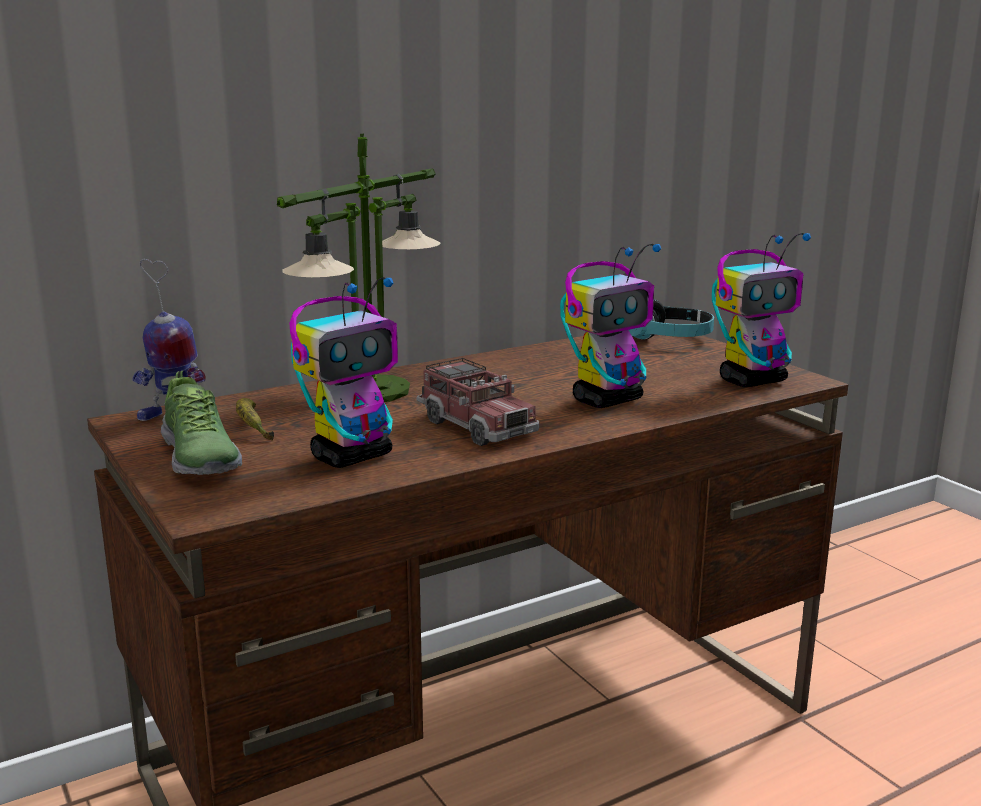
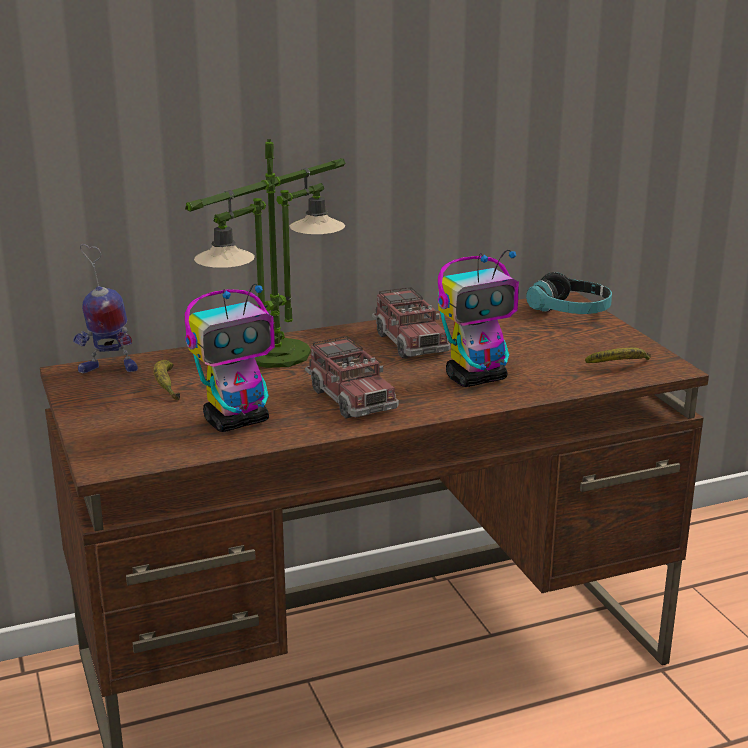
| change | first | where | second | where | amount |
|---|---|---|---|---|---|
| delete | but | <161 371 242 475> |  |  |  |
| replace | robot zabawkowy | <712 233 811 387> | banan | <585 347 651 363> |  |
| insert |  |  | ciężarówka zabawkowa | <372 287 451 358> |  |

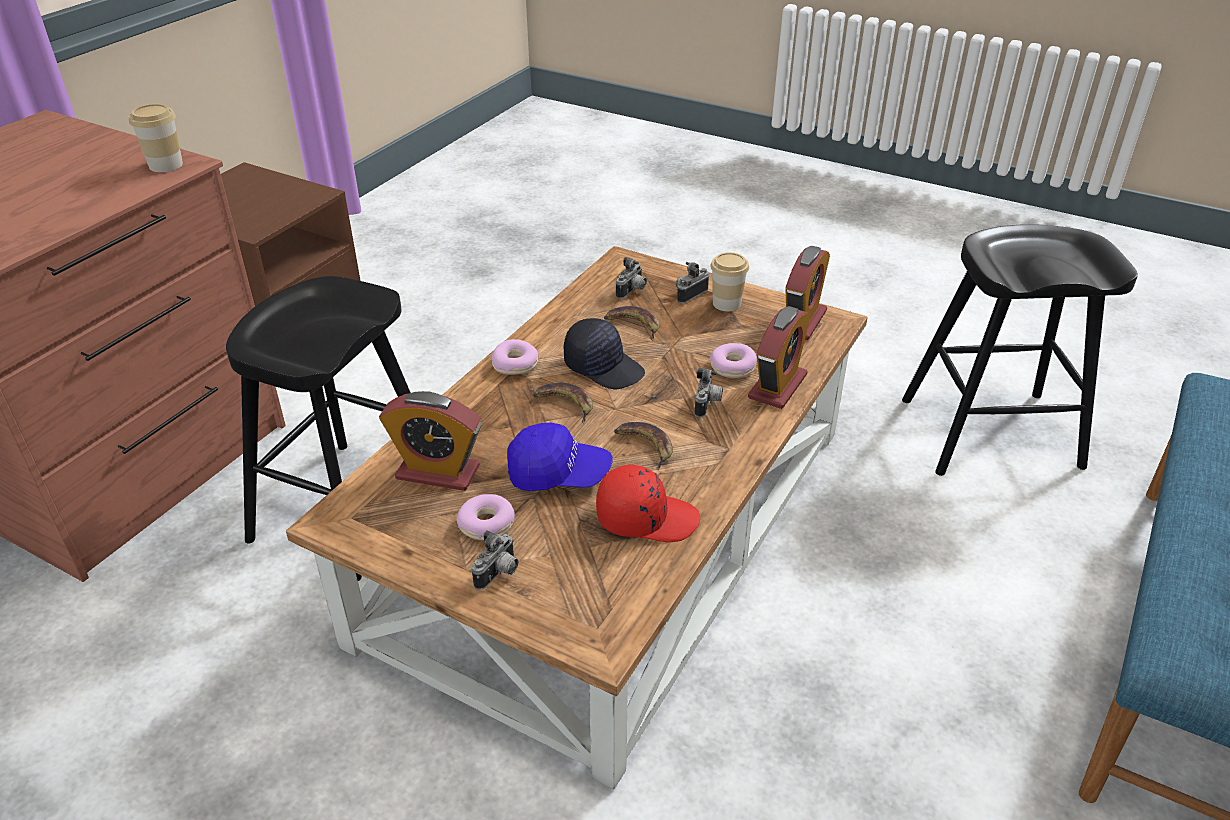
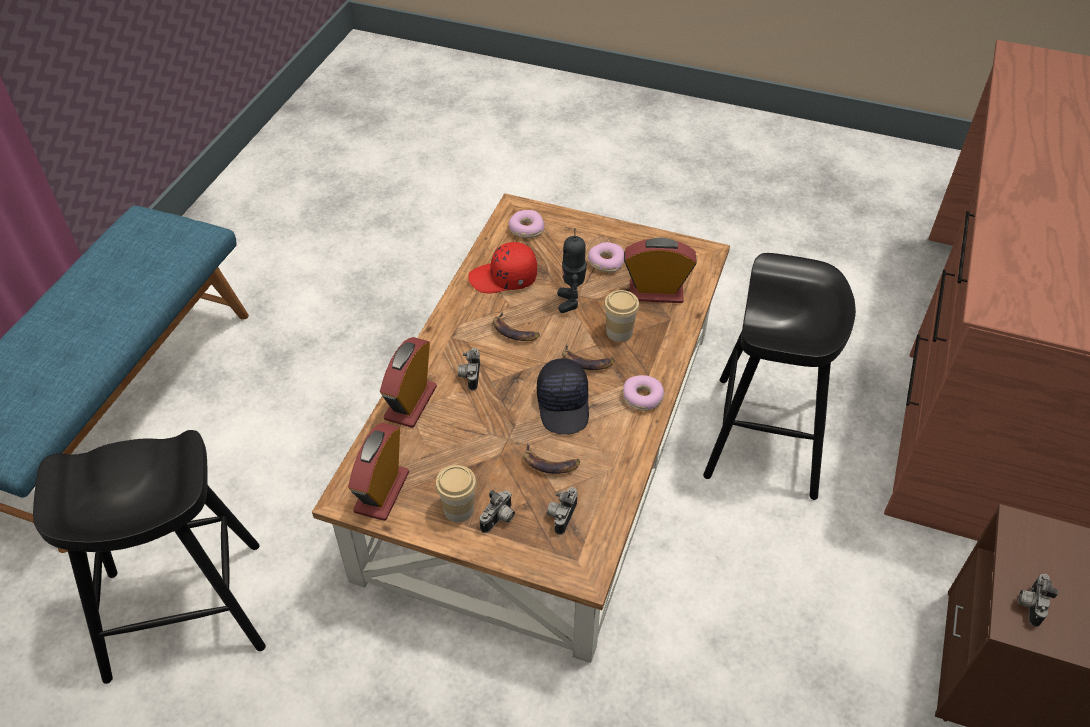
| change | first | where | second | where | amount |
|---|---|---|---|---|---|
| move | filiżanka | <129 104 183 172> |  | <604 290 639 342> |  |
| move | aparat fotograficzny | <472 530 519 590> |  | <1018 574 1059 627> |  |
| replace | czapka z daszkiem/niebieski | <507 423 613 491> | robot zabawkowy | <557 228 587 313> |  |
| rotate | czapka z daszkiem/czarny | <564 318 645 389> |  | <537 359 589 435> | 120 degrees counterclockwise |
| move | donut | <709 343 757 378> |  | <509 210 545 238> |  |

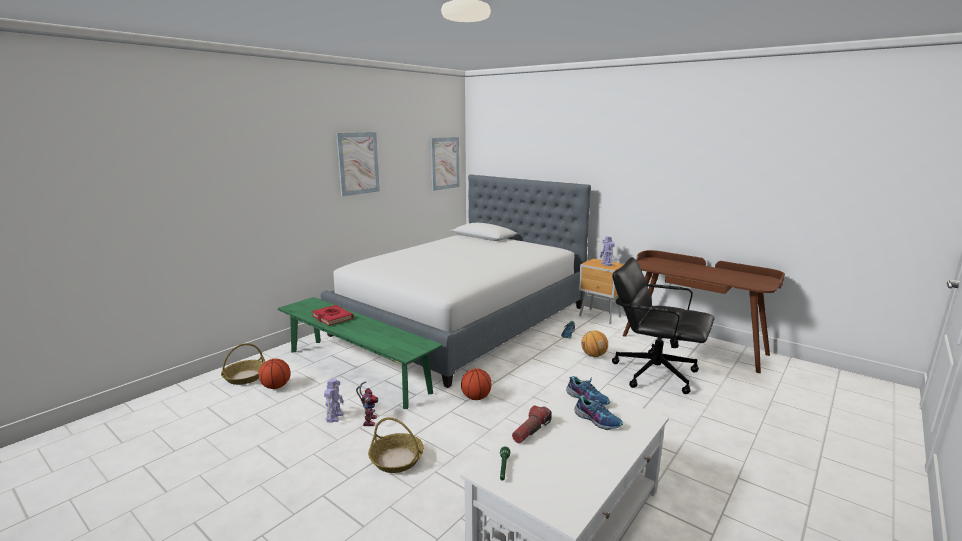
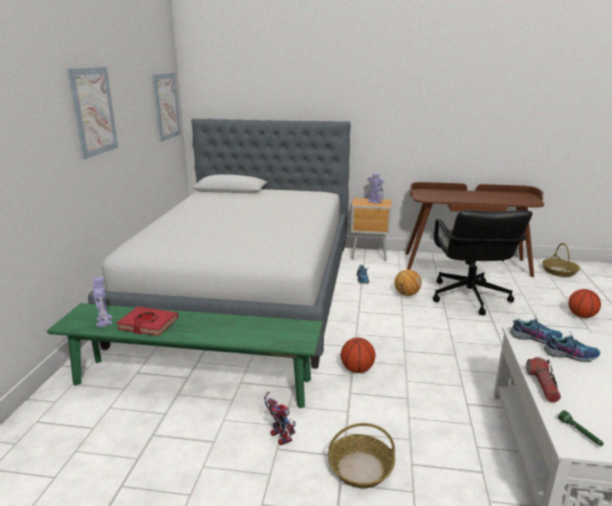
| change | first | where | second | where | amount |
|---|---|---|---|---|---|
| move | koszyk | <221 343 265 385> |  | <542 243 580 277> |  |
| move | piłka do koszykówki | <259 359 291 389> |  | <568 289 601 318> |  |
| move | robot zabawkowy | <324 378 344 423> |  | <93 277 112 327> |  |
| rotate | krzesło biurowe/czarny | <612 257 714 394> |  | <433 210 532 316> | 90 degrees counterclockwise |

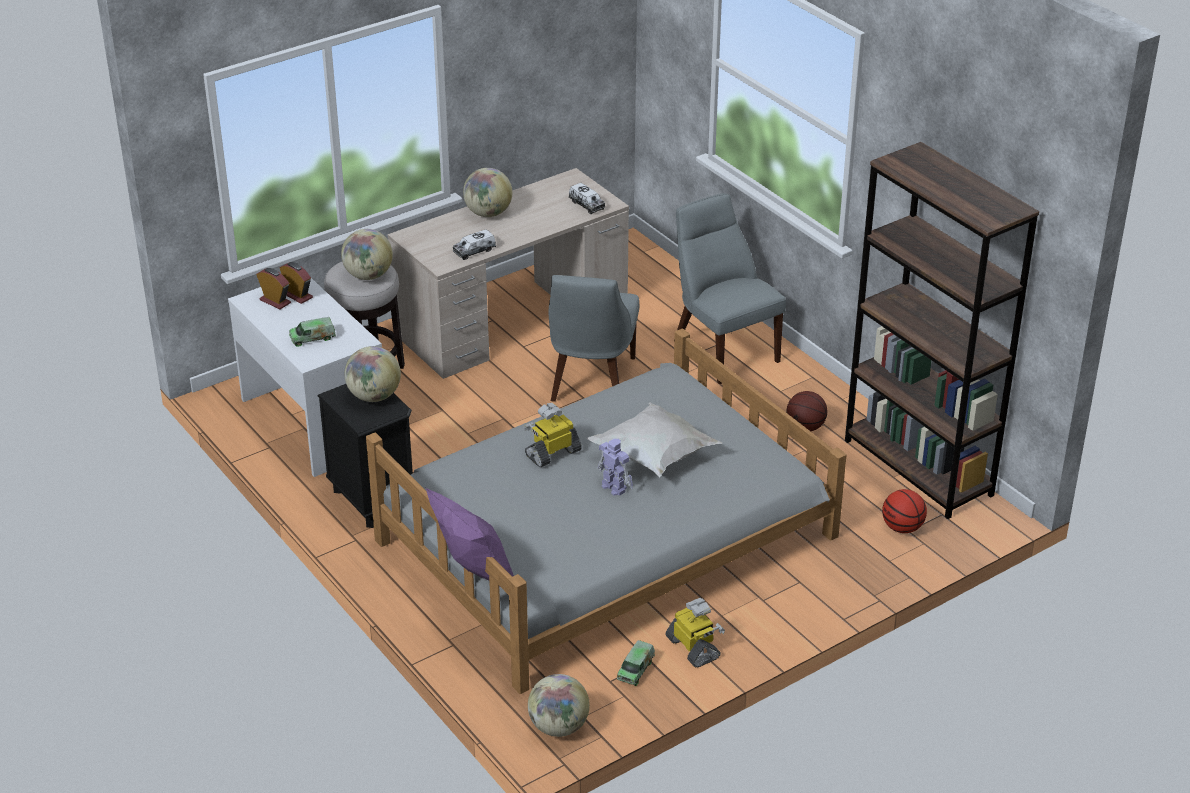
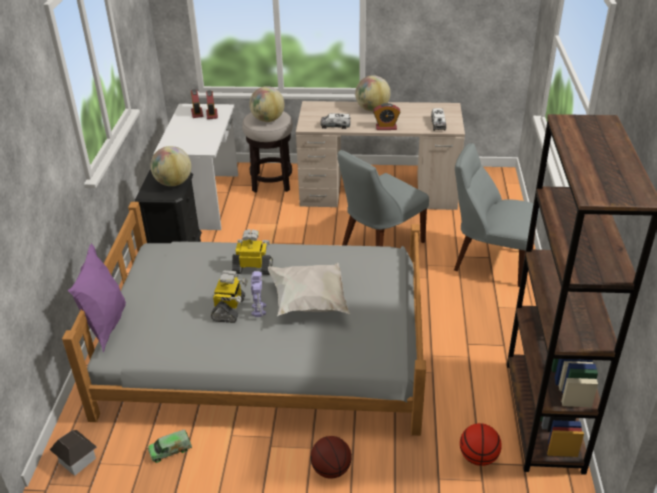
| change | first | where | second | where | amount |
|---|---|---|---|---|---|
| delete | ciężarówka zabawkowa | <289 317 336 347> |  |  |  |
| replace | globus | <528 674 590 737> | domek | <50 430 97 476> |  |
| move | robot zabawkowy | <666 598 725 668> |  | <211 270 248 323> |  |
| rotate | krzesło/szary | <674 193 786 384> |  | <454 143 540 287> | 75 degrees counterclockwise |
| move | piłka do koszykówki | <786 391 827 431> |  | <310 436 352 479> |  |
| insert |  |  | budzik | <373 103 400 130> |  |

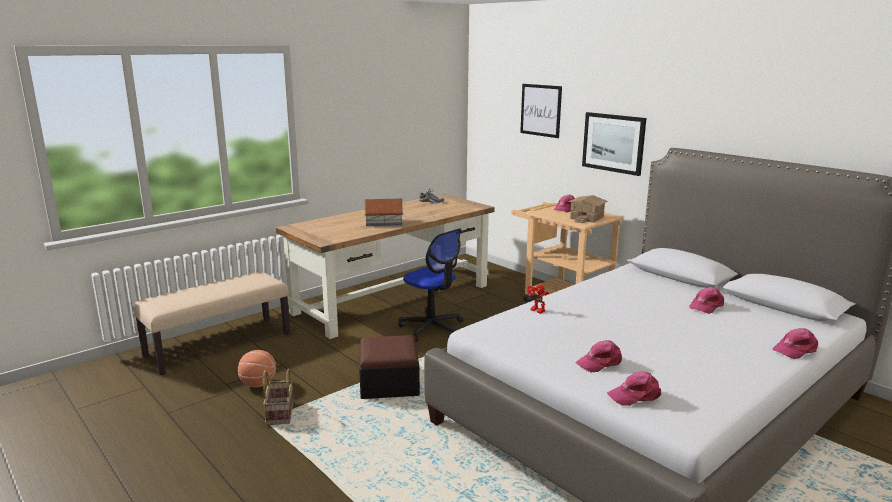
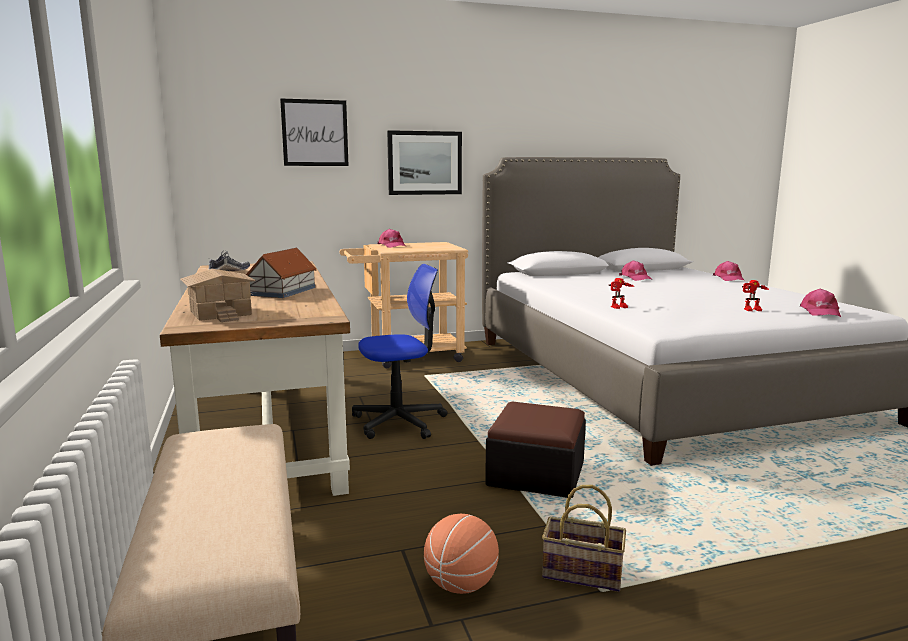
| change | first | where | second | where | amount |
|---|---|---|---|---|---|
| move | domek | <568 195 608 223> |  | <180 269 256 322> |  |
| replace | czapka z daszkiem/różowy | <575 340 622 372> | robot zabawkowy | <742 280 769 311> |  |

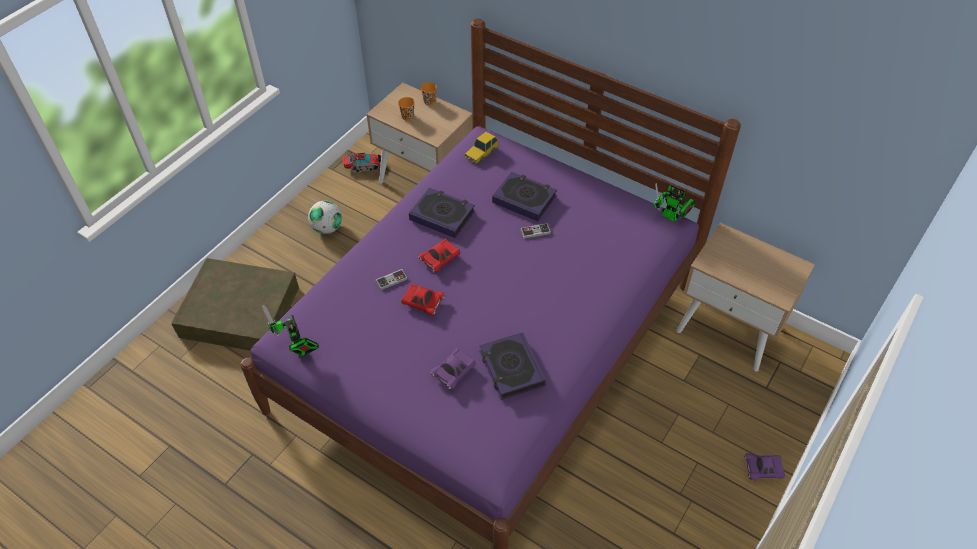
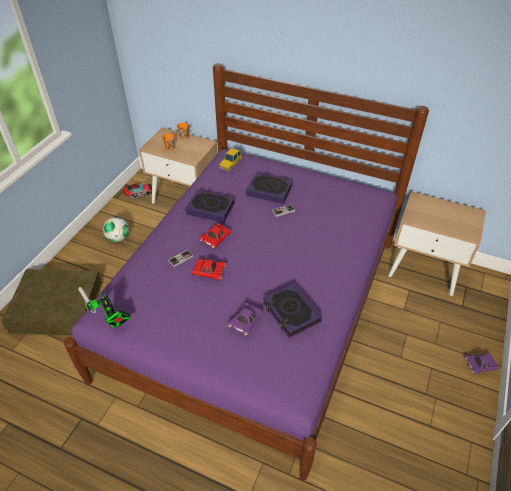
| change | first | where | second | where | amount |
|---|---|---|---|---|---|
| delete | robot zabawkowy | <654 183 695 222> |  |  |  |

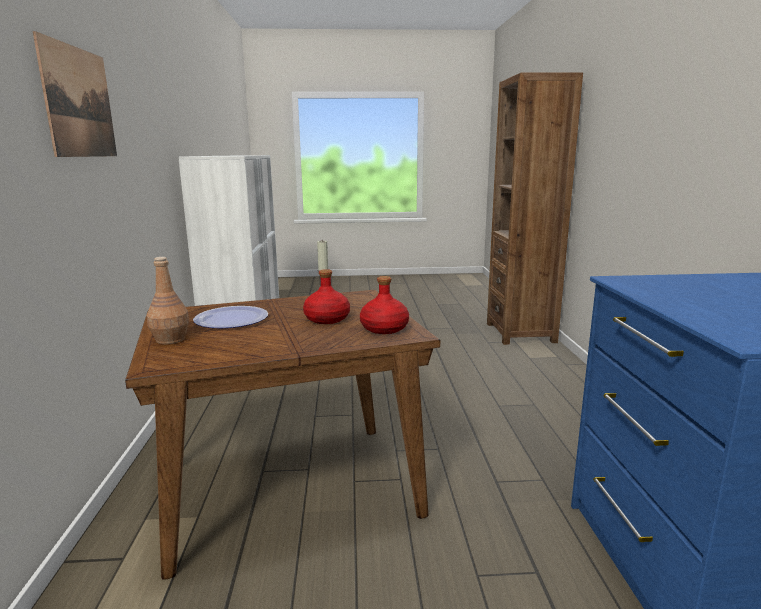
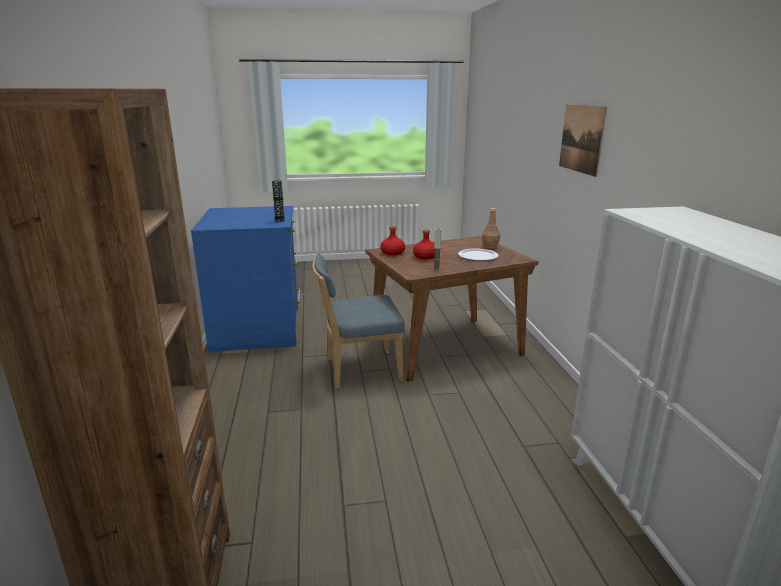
| change | first | where | second | where | amount |
|---|---|---|---|---|---|
| insert |  |  | wazon | <272 180 285 222> |  |
| insert |  |  | krzesło/niebieski | <312 254 405 389> |  |

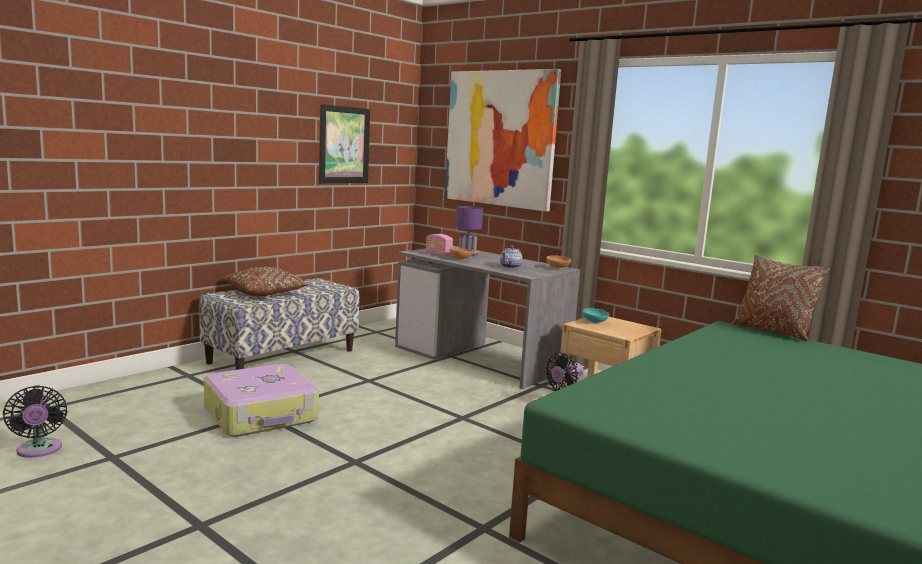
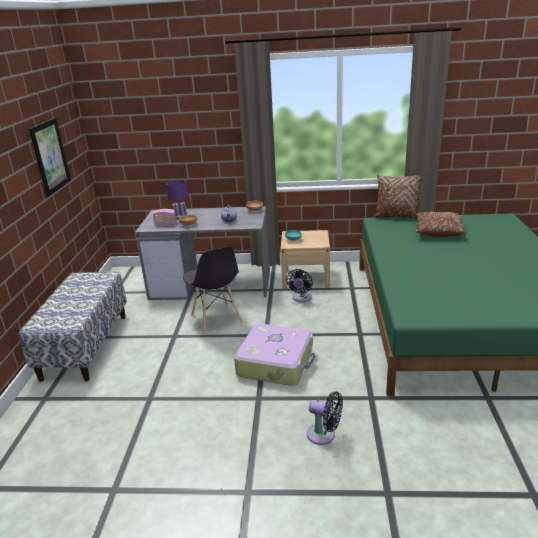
| change | first | where | second | where | amount |
|---|---|---|---|---|---|
| move | wentylator/czarny | <3 385 67 458> |  | <307 392 343 445> |  |
| move | walizka | <204 364 319 437> |  | <234 324 315 386> |  |
| move | poduszka/brązowy | <222 267 309 297> |  | <415 212 467 237> |  |
| delete | obraz | <445 69 561 212> |  |  |  |
| insert |  |  | krzesło/szary | <183 246 243 335> |  |

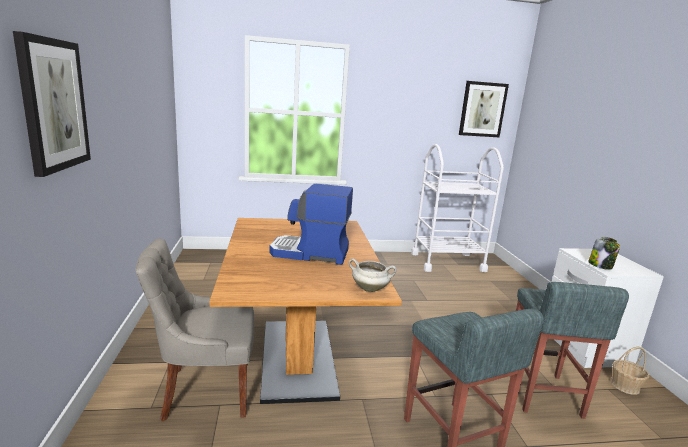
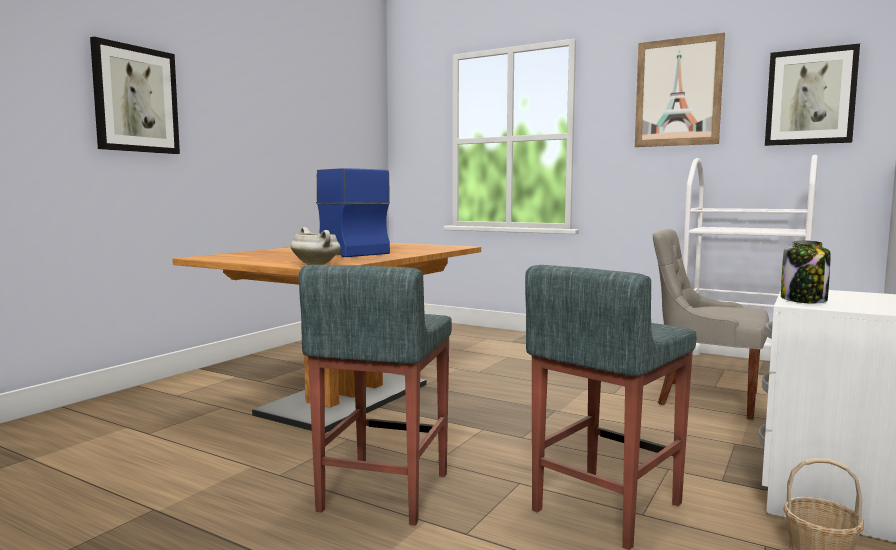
| change | first | where | second | where | amount |
|---|---|---|---|---|---|
| move | krzesło/szary | <135 239 254 421> |  | <653 229 769 420> |  |
| insert |  |  | obraz | <635 32 725 147> |  |

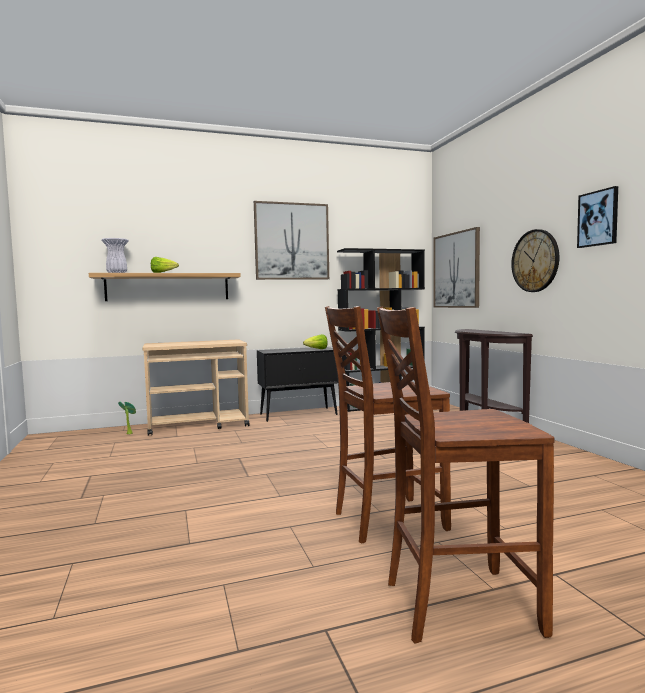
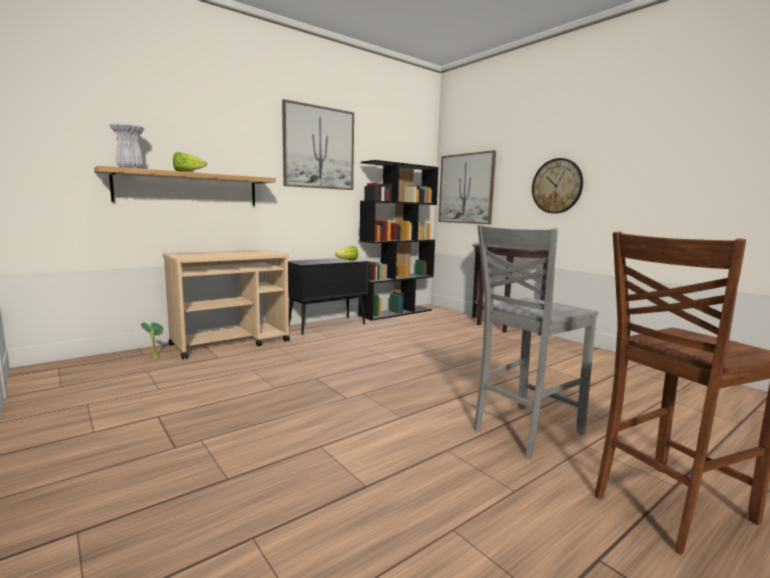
| change | first | where | second | where | amount |
|---|---|---|---|---|---|
| recolor | krzesło/brązowy | <325 306 451 544> | krzesło/szary | <474 225 598 459> |  |
| delete | obraz | <577 186 618 248> |  |  |  |

